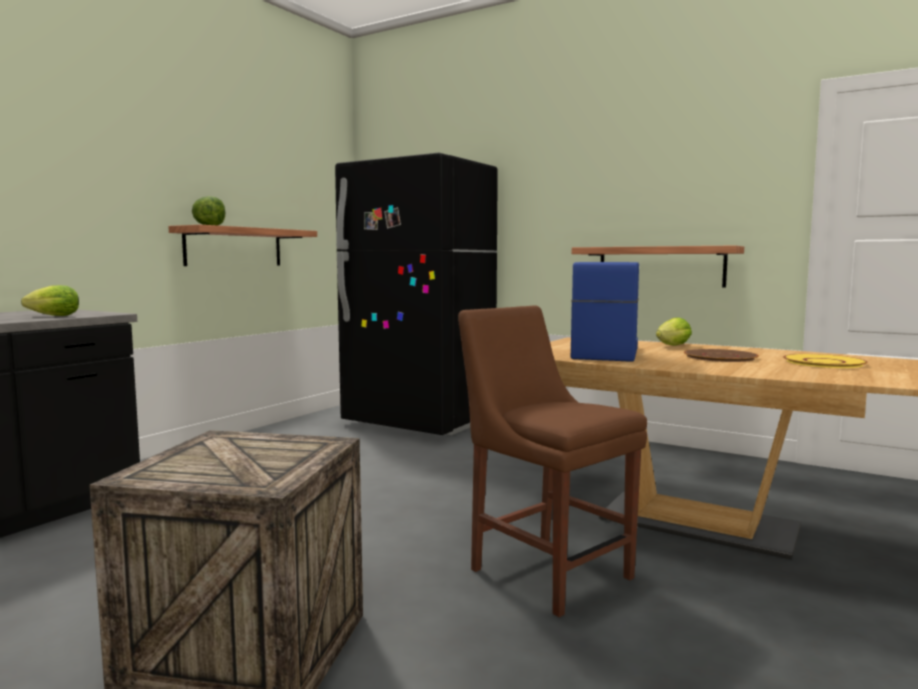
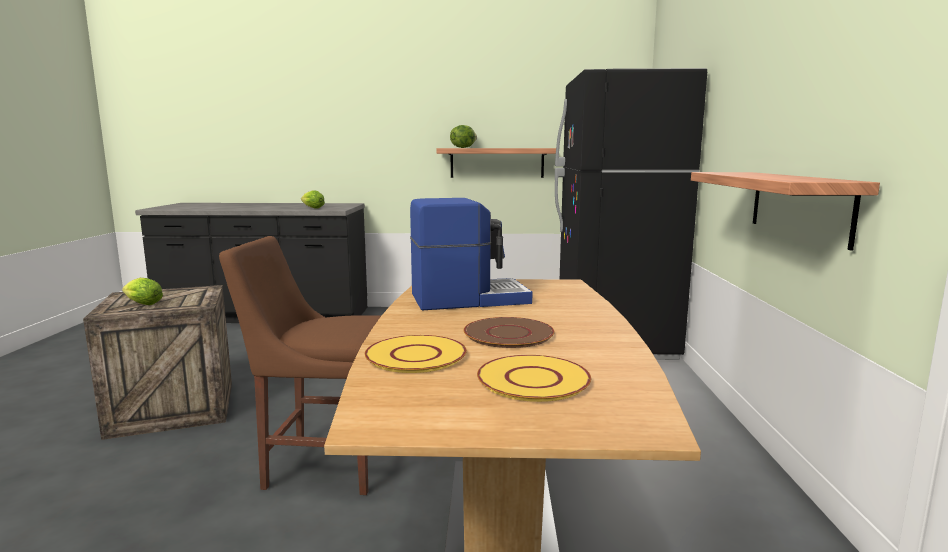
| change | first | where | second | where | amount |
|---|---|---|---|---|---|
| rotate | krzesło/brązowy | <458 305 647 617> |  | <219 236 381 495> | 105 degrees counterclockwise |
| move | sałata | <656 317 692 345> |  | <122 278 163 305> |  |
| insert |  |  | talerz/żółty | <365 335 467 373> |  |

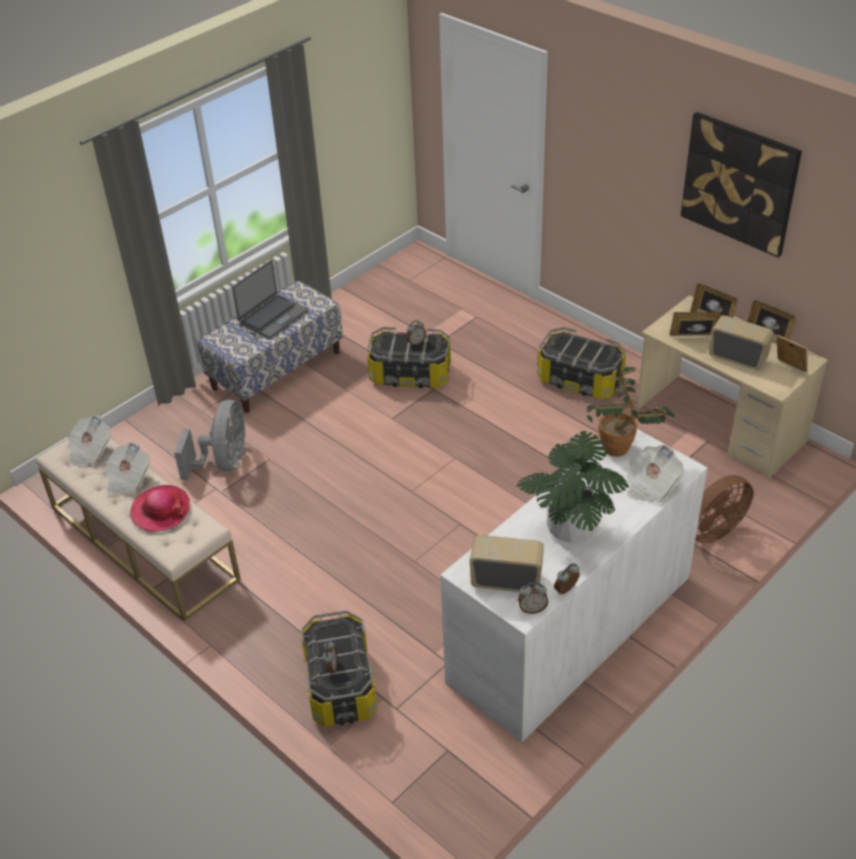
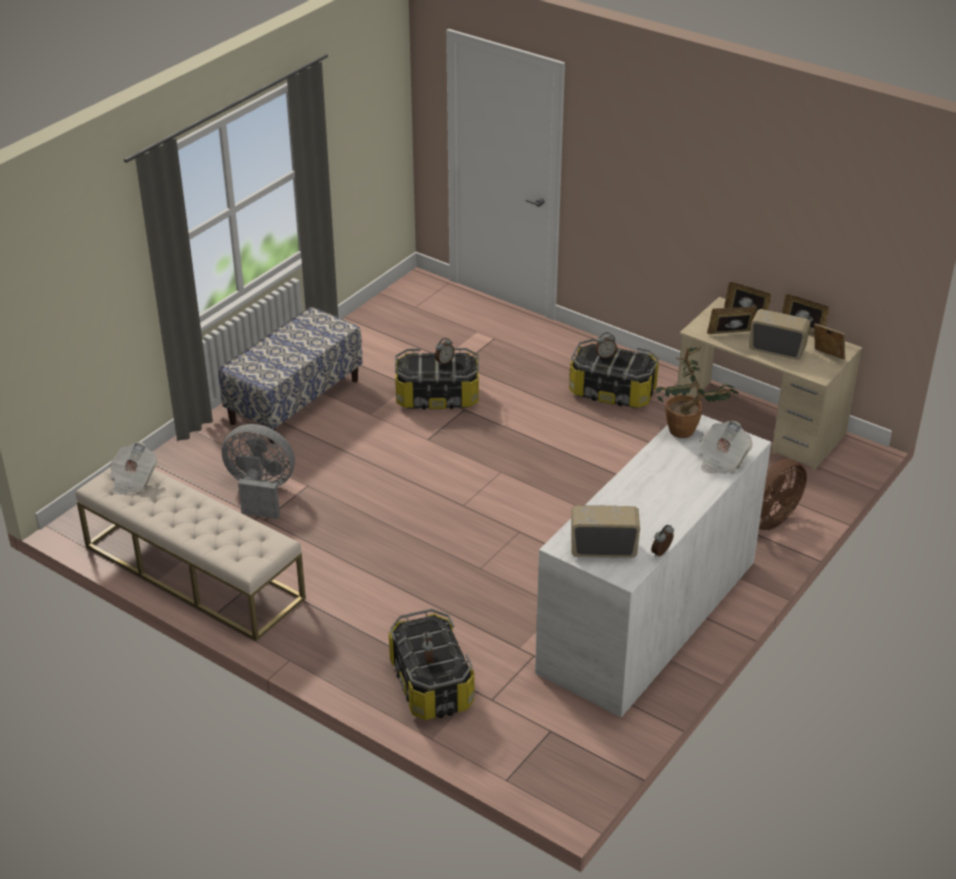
| change | first | where | second | where | amount |
|---|---|---|---|---|---|
| delete | gazeta | <105 442 150 496> |  |  |  |
| delete | kapelusz | <130 485 190 532> |  |  |  |
| rotate | wentylator/szary | <174 400 246 480> |  | <222 424 295 519> | 75 degrees counterclockwise |
| delete | laptop | <232 260 308 339> |  |  |  |
| delete | roślina doniczkowa | <517 431 629 543> |  |  |  |
| move | budzik | <518 582 548 614> |  | <595 332 617 358> |  |
| delete | obraz | <681 112 802 257> |  |  |  |

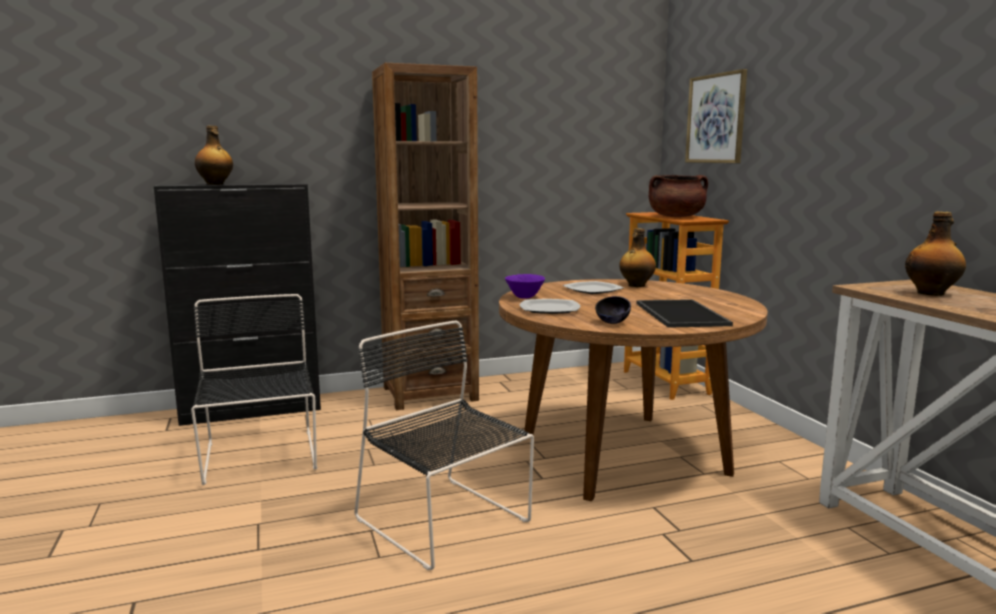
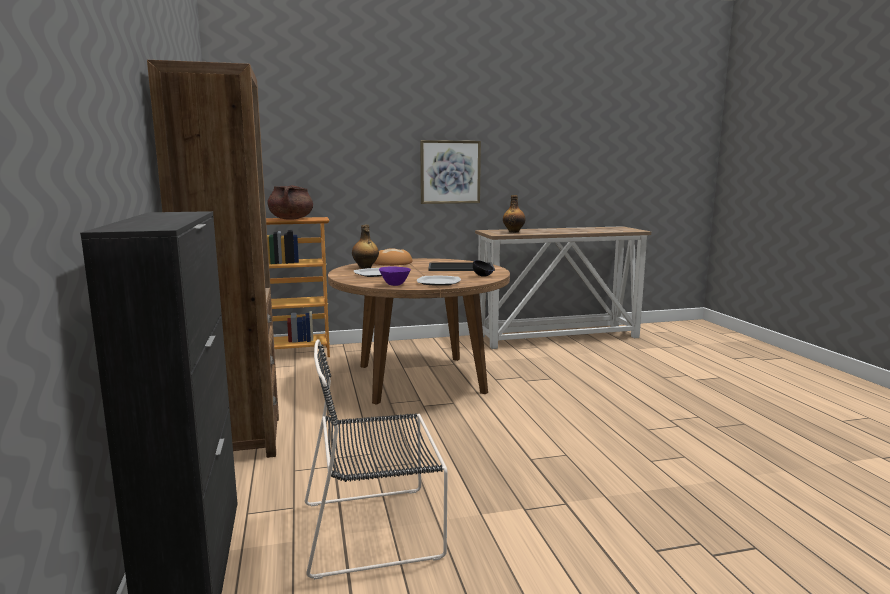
| change | first | where | second | where | amount |
|---|---|---|---|---|---|
| delete | butelka | <195 125 233 185> |  |  |  |
| delete | krzesło/czarny | <355 321 534 570> |  |  |  |
| move | obraz | <685 69 747 163> |  | <420 140 481 204> |  |
| insert |  |  | chleb | <374 248 412 266> |  |

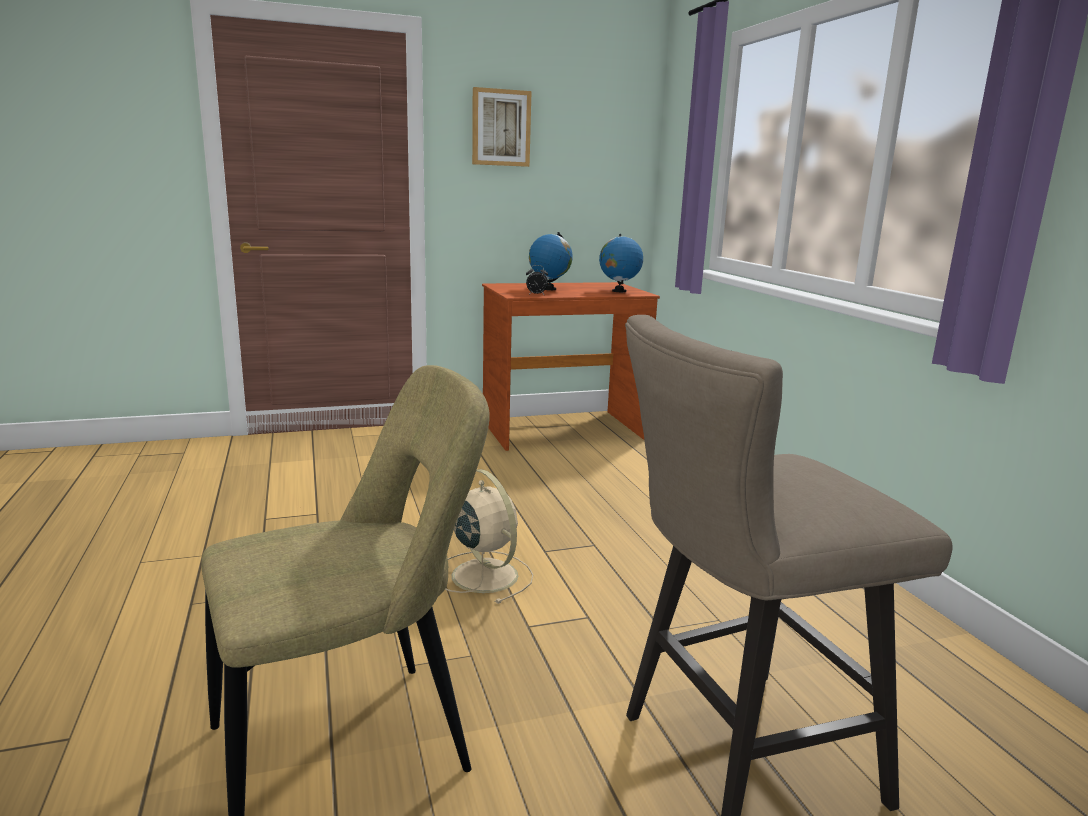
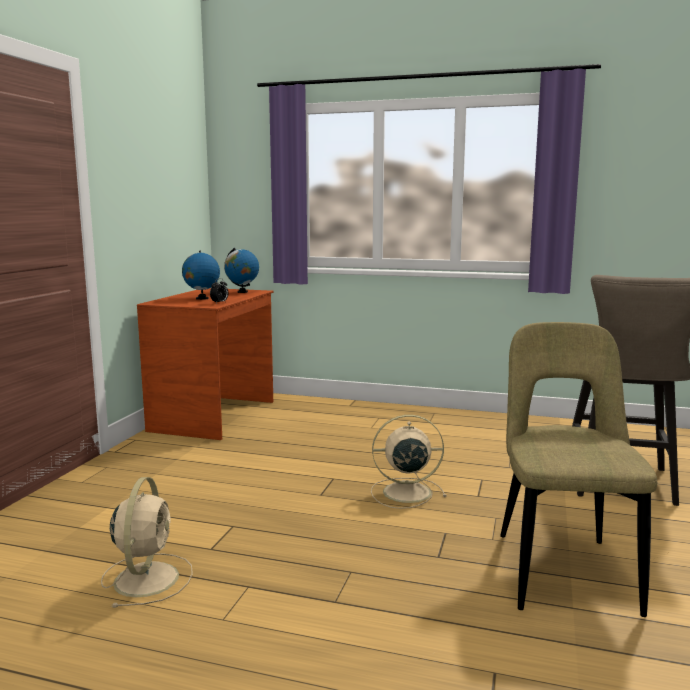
| change | first | where | second | where | amount |
|---|---|---|---|---|---|
| delete | obraz | <472 87 532 167> |  |  |  |
| insert |  |  | wentylator/beżowy | <101 477 193 608> |  |

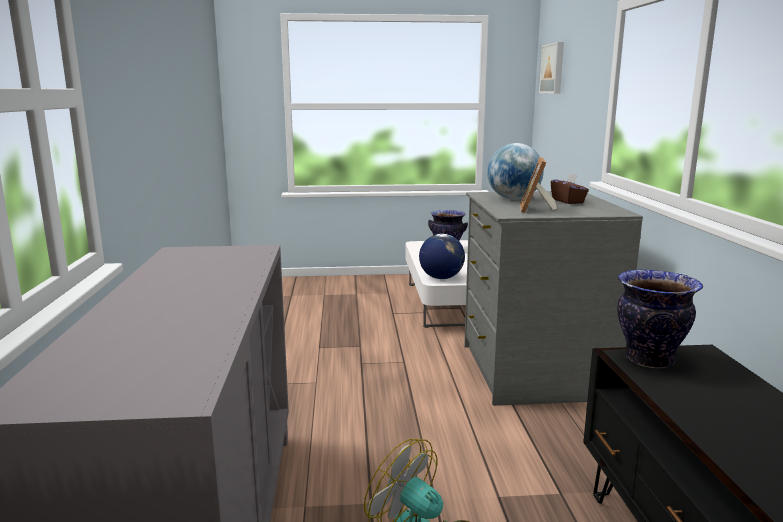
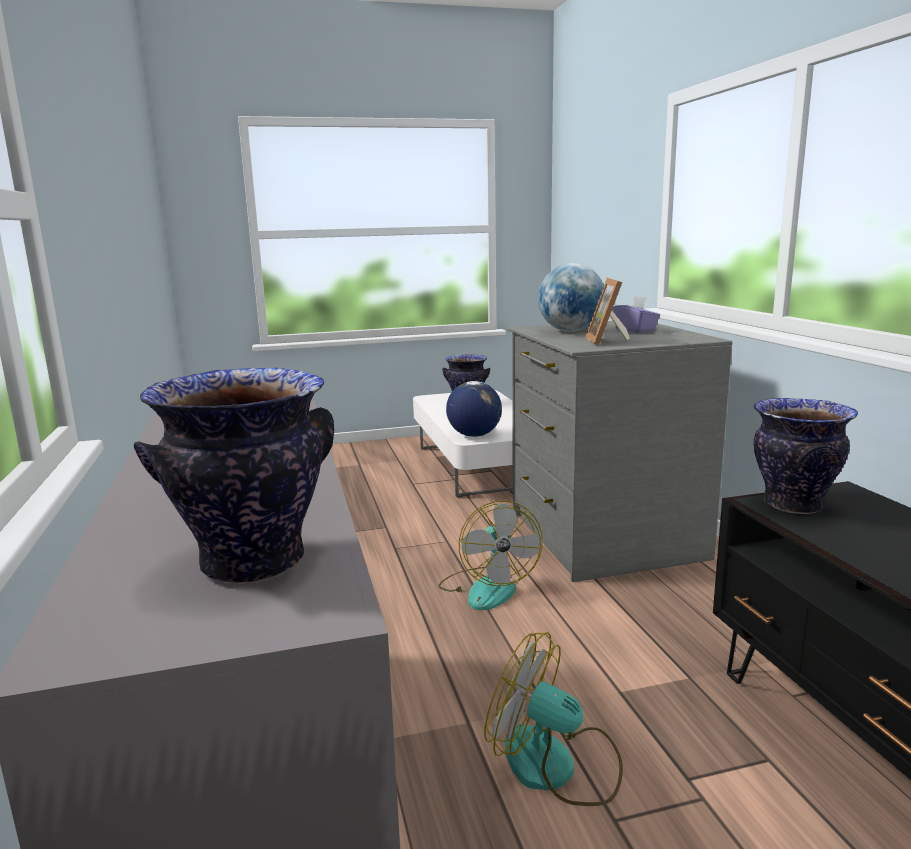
| change | first | where | second | where | amount |
|---|---|---|---|---|---|
| delete | obraz | <539 42 564 93> |  |  |  |
| recolor | pudełko chusteczek/brązowy | <551 173 589 204> | pudełko chusteczek/fioletowy | <612 296 660 333> |  |
| insert |  |  | wazon | <134 368 334 584> |  |
| insert |  |  | wentylator | <438 501 543 610> |  |

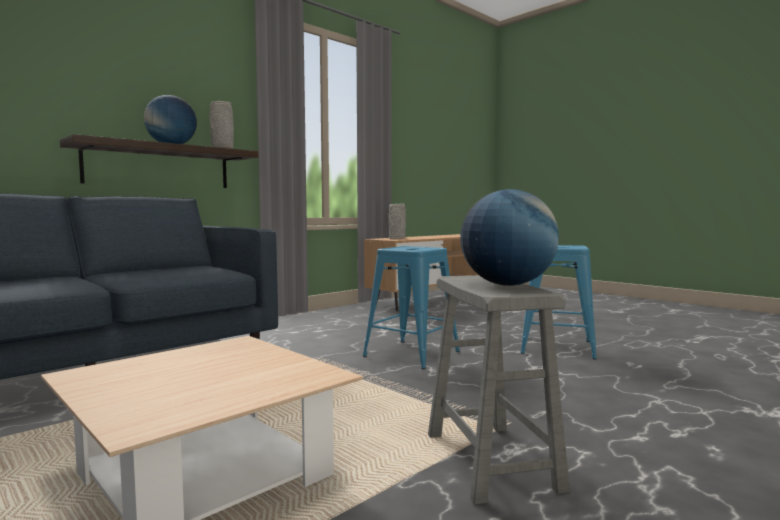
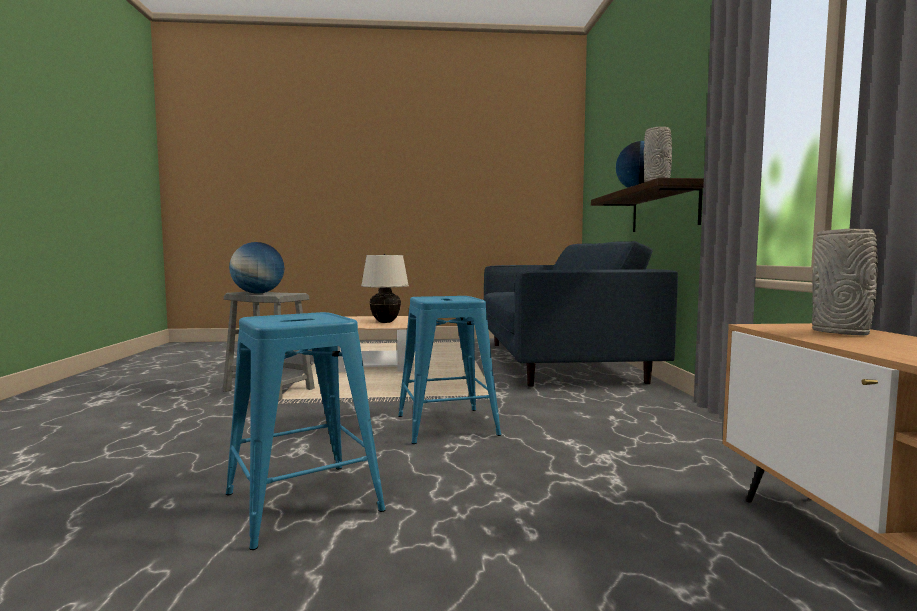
| change | first | where | second | where | amount |
|---|---|---|---|---|---|
| insert |  |  | lampa stołowa/beżowy | <361 254 409 323> |  |

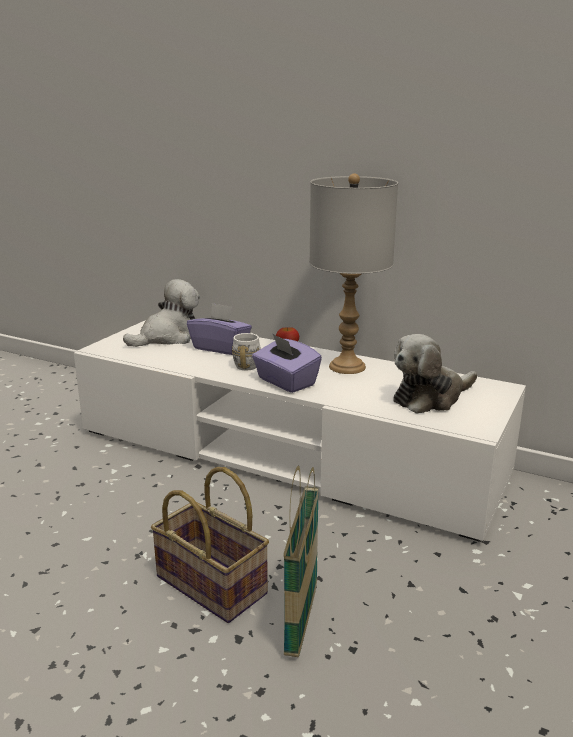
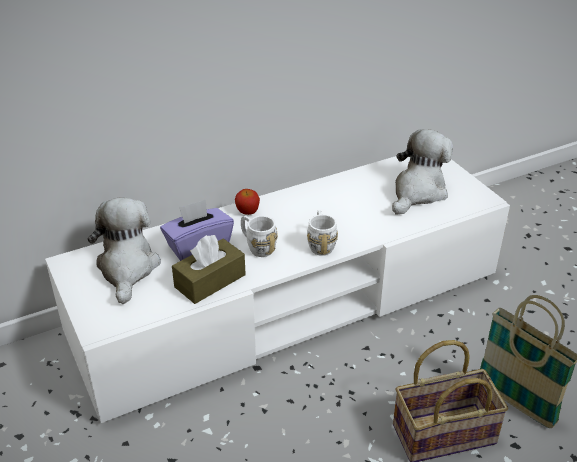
| change | first | where | second | where | amount |
|---|---|---|---|---|---|
| replace | pudełko chusteczek/fioletowy | <252 333 322 393> | kubek/biały | <307 210 338 256> |  |
| delete | lampa stołowa/szary | <309 173 398 374> |  |  |  |
| rotate | pluszak | <393 334 477 414> |  | <392 129 453 215> | 150 degrees counterclockwise |
| insert |  |  | pudełko chusteczek/brązowy | <172 235 246 304> |  |

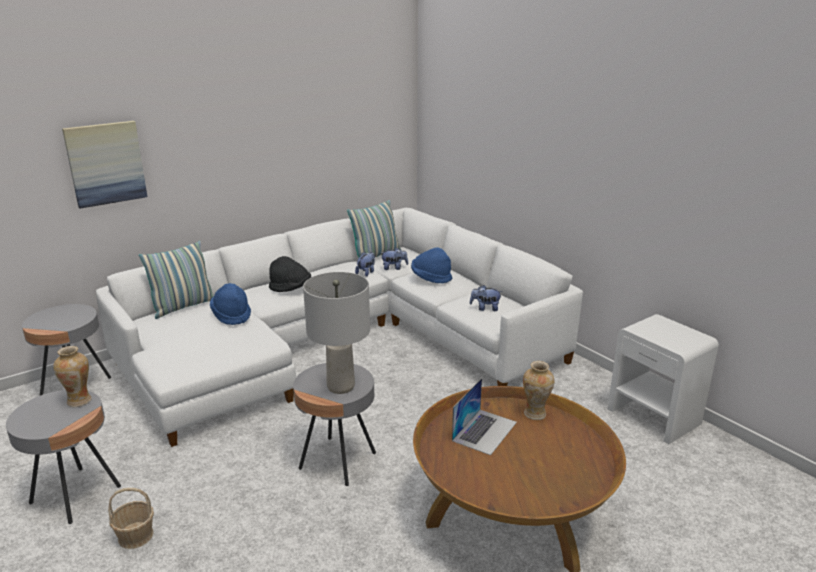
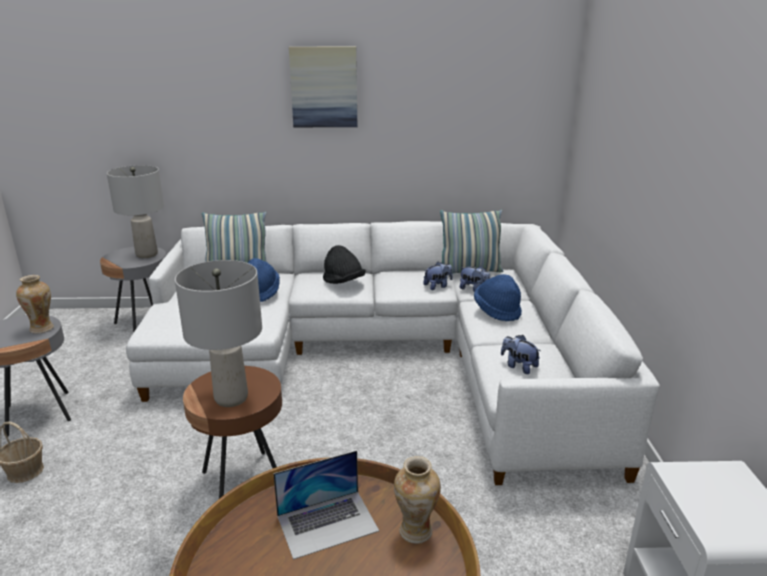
| change | first | where | second | where | amount |
|---|---|---|---|---|---|
| move | obraz | <62 121 148 209> |  | <289 47 357 127> |  |
| recolor | stolik/szary | <293 363 376 486> | stolik/brązowy | <183 366 282 499> |  |
| insert |  |  | lampa stołowa/szary | <107 165 164 258> |  |

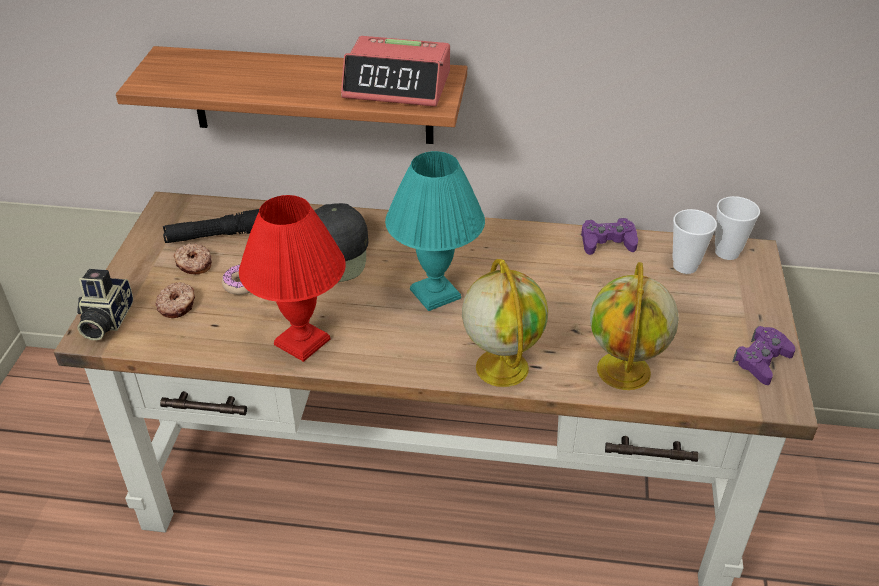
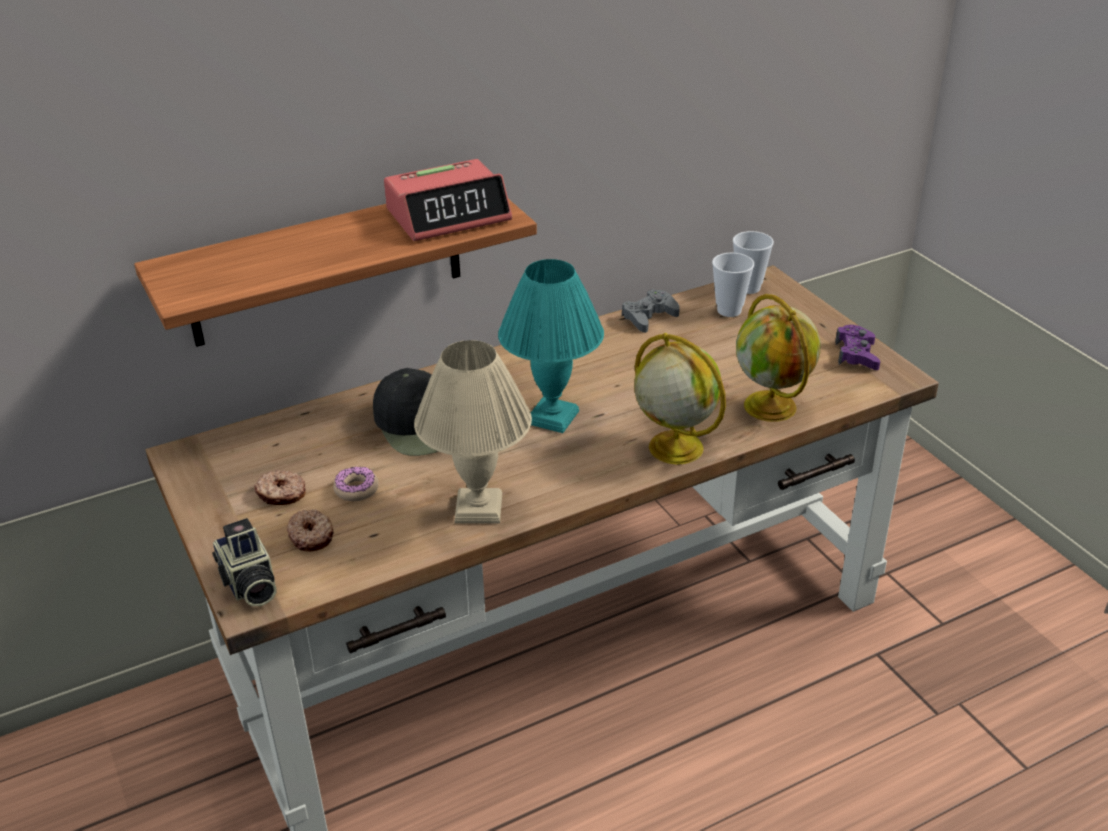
| change | first | where | second | where | amount |
|---|---|---|---|---|---|
| delete | latarka/czarny | <163 209 259 243> |  |  |  |
| recolor | lampa stołowa/czerwony | <239 195 346 362> | lampa stołowa/beżowy | <414 340 532 524> |  |
| recolor | pad do gier/fioletowy | <581 218 638 255> | pad do gier/szary | <622 289 680 333> |  |

